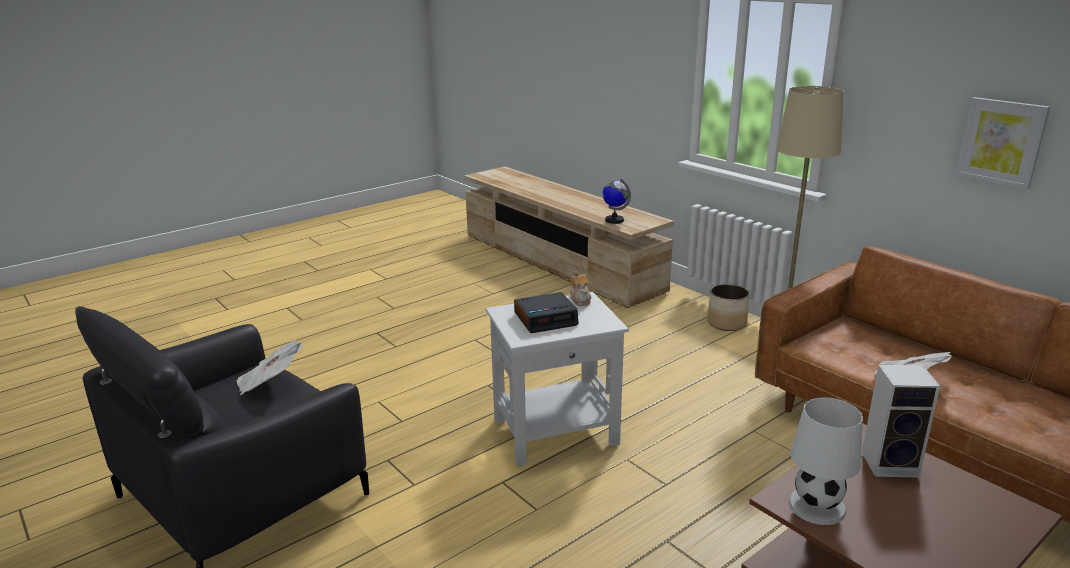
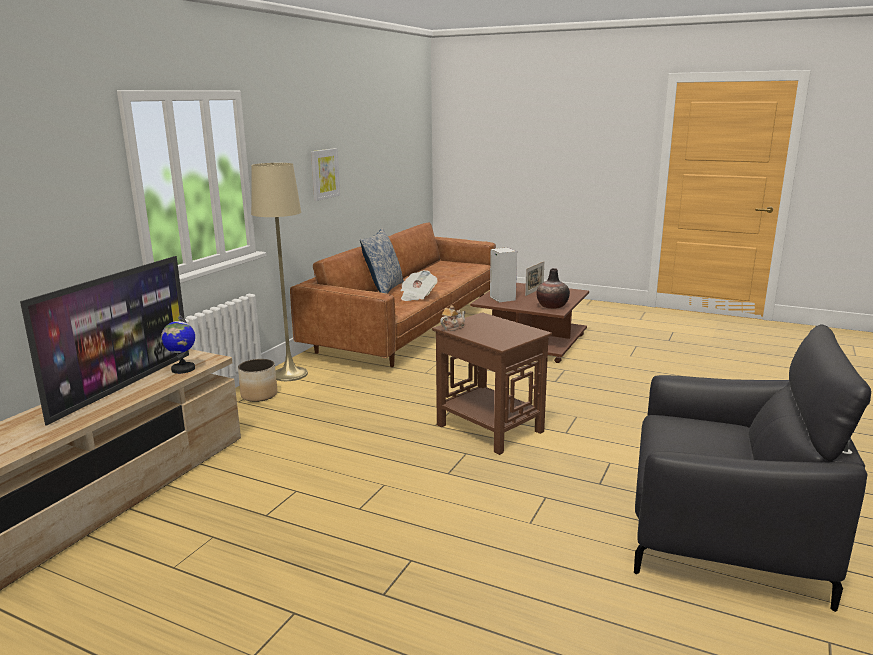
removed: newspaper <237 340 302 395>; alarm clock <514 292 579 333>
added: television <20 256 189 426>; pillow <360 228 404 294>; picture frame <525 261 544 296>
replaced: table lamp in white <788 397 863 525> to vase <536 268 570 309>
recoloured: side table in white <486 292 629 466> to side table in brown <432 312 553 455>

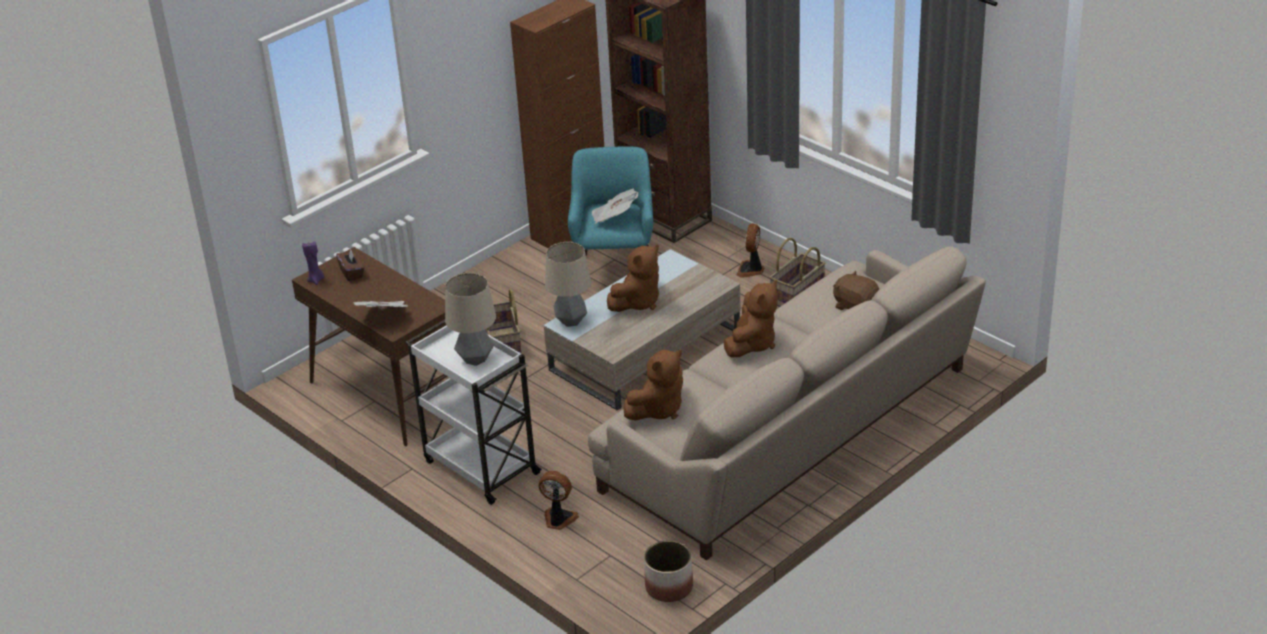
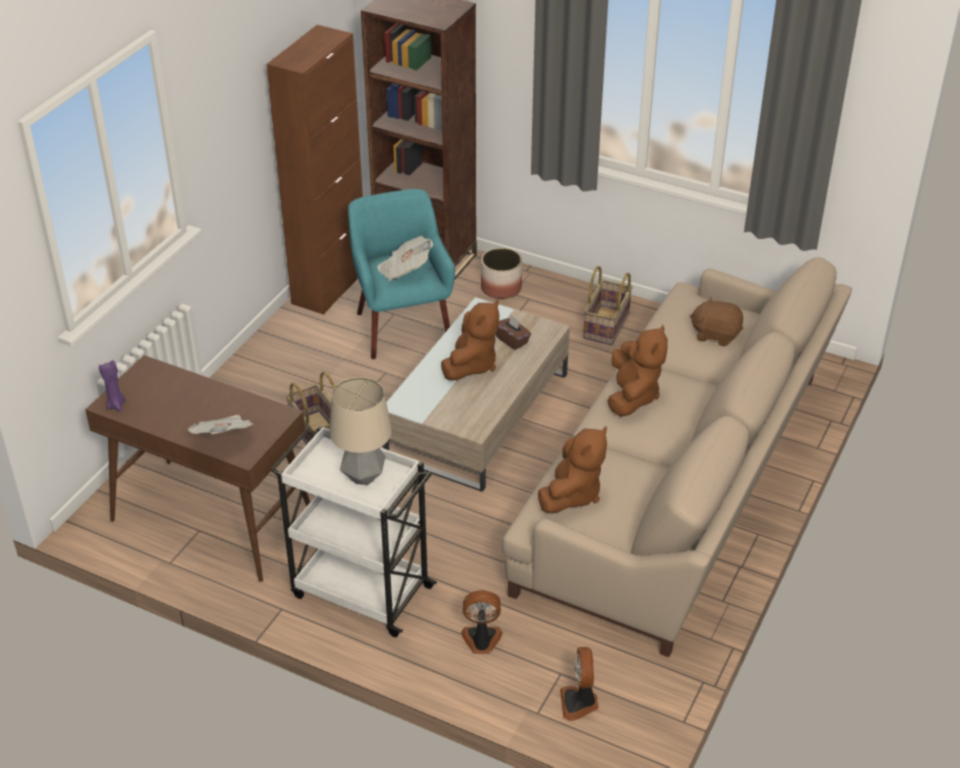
removed: table lamp <545 242 591 327>
moved: tissue box in brown <336 248 364 281> to <496 315 531 350>; planter <644 540 693 602> to <481 248 522 299>; fan <737 223 765 277> to <560 647 598 721>

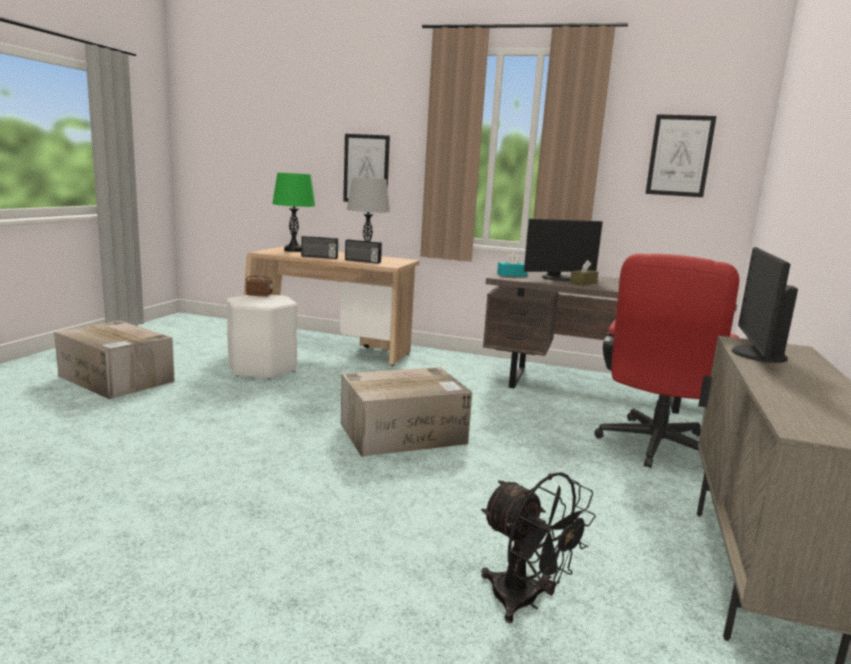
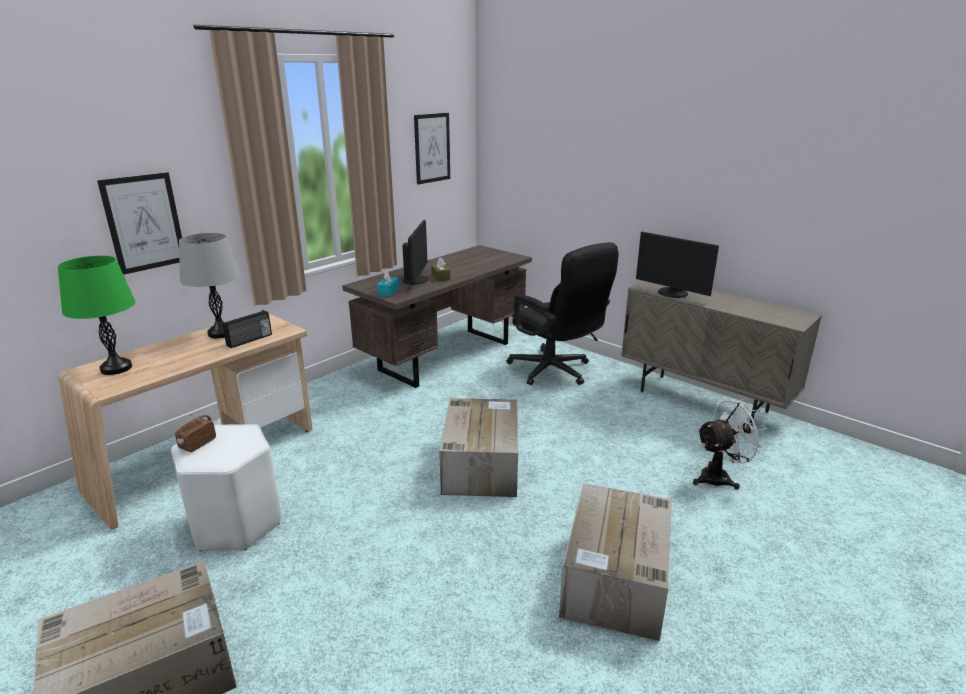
removed: radio <301 236 338 259>
added: cardboard box <559 483 672 641>
recoloured: fan in black <481 472 596 623> to fan in white <693 399 768 490>; office chair in red <594 253 739 468> to office chair in black <506 242 619 385>

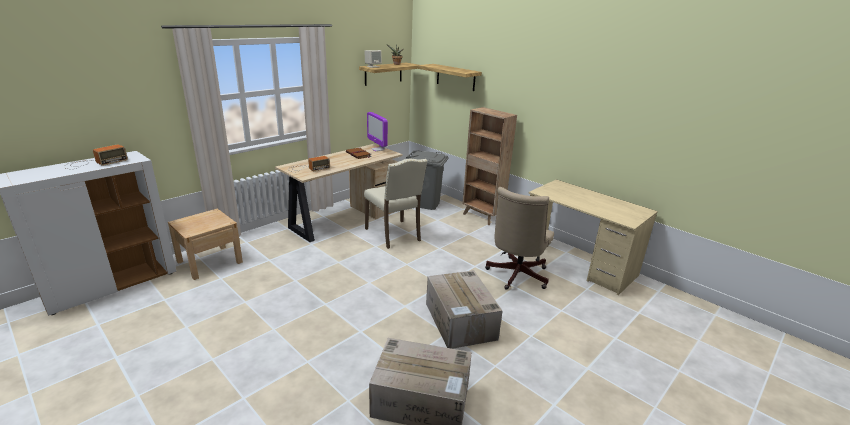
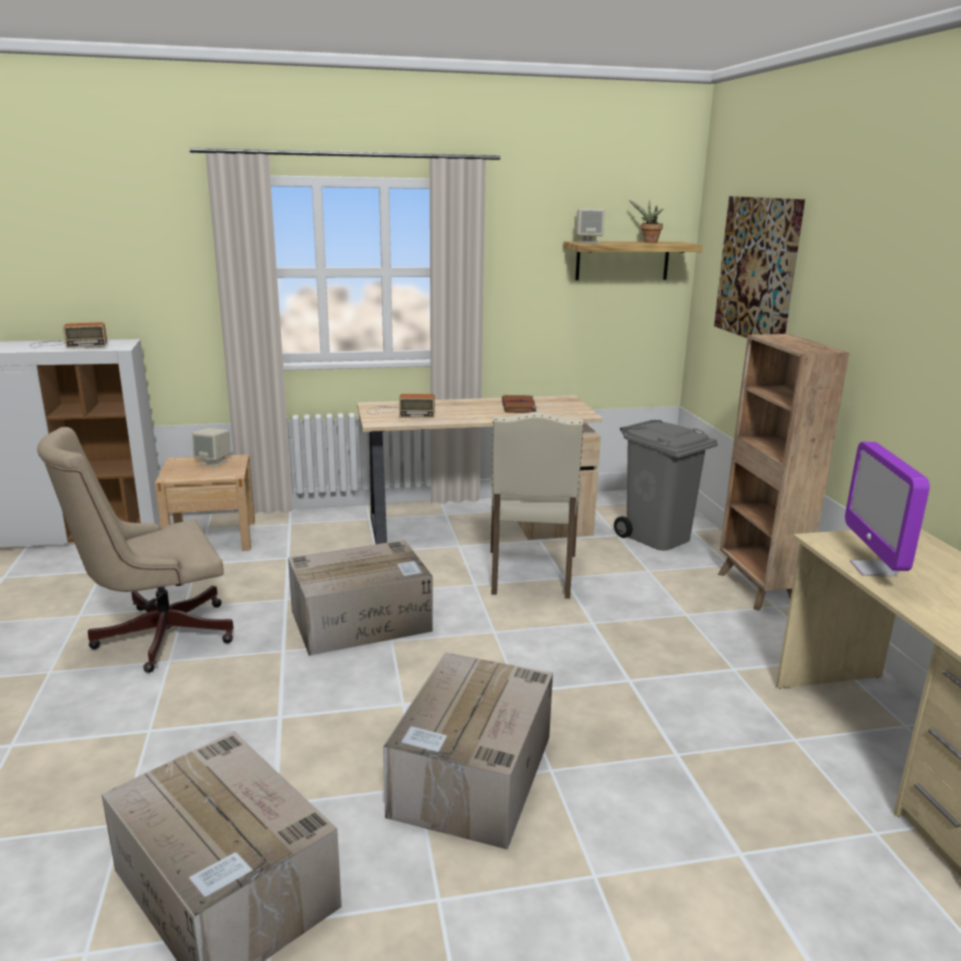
added: speaker in beige <192 428 230 466>; cardboard box <288 540 433 656>
moved: monitor <367 112 388 151> to <845 442 930 576>; office chair in beige <485 187 554 290> to <37 427 234 673>
replaced: shelf <417 64 482 91> to picture <714 196 805 338>

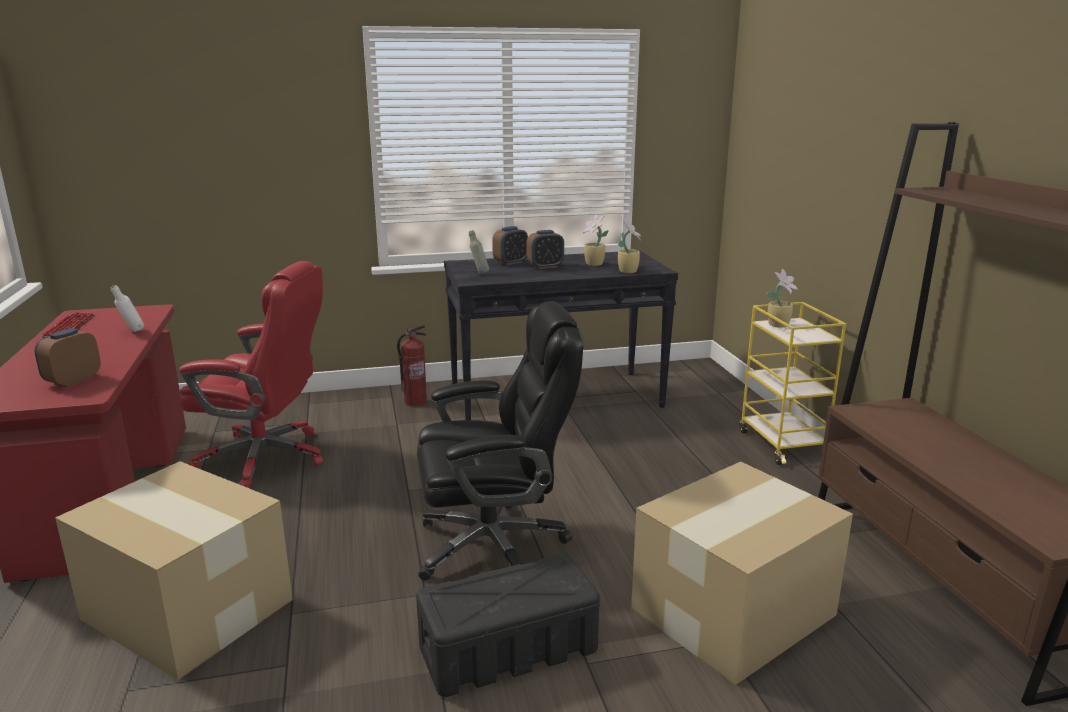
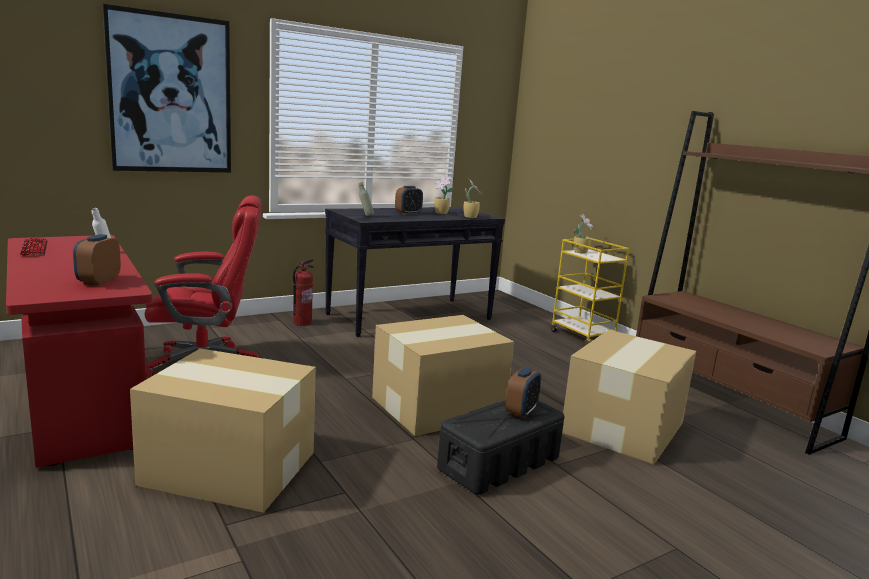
added: picture <103 4 231 172>
moved: alarm clock <492 226 528 265> to <506 367 541 418>
replaced: office chair in black <417 301 583 580> to cardboard box <372 315 514 436>

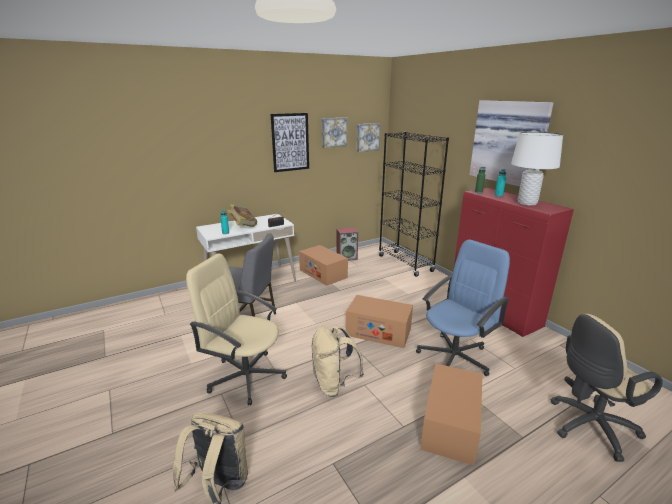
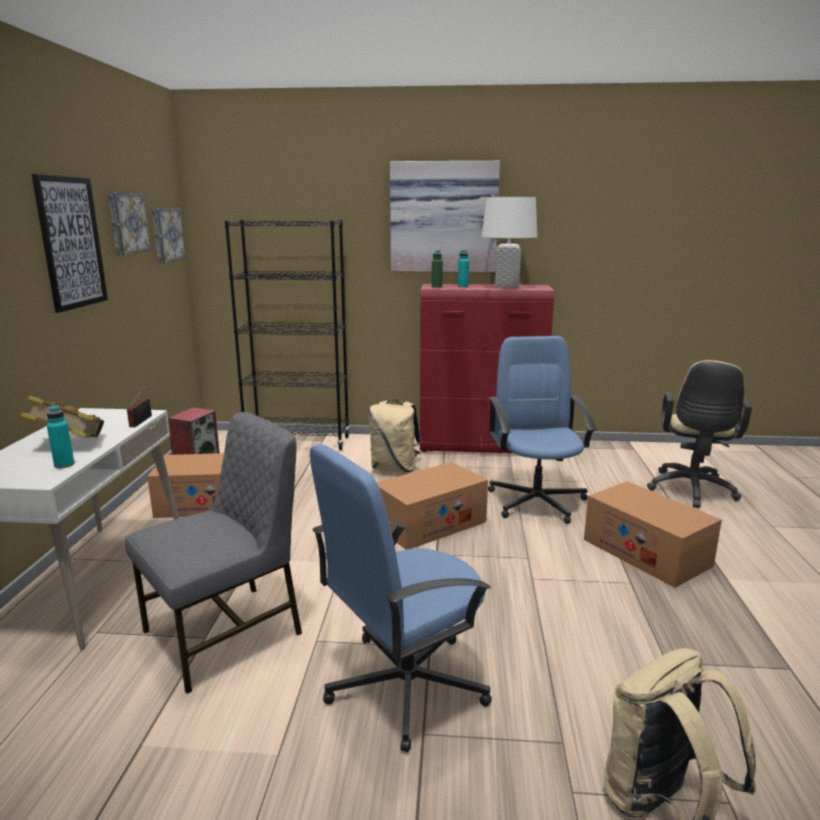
moved: backpack in beige <311 326 364 397> to <369 399 421 472>
recoloured: office chair in beige <186 254 287 405> to office chair in blue <310 444 492 753>

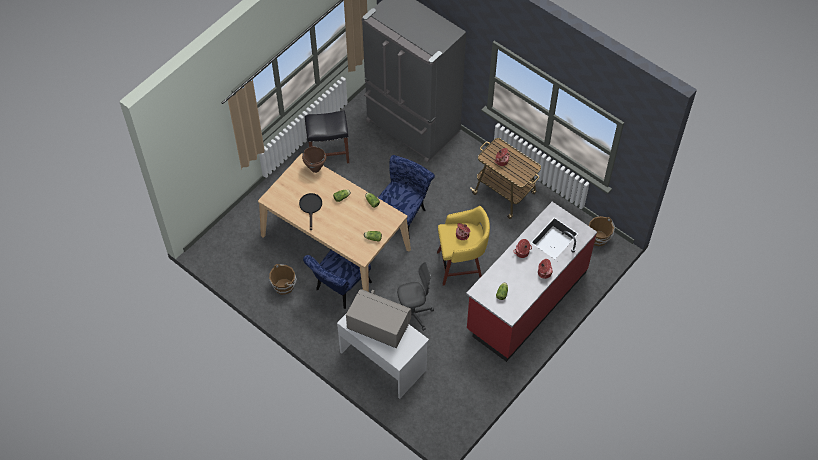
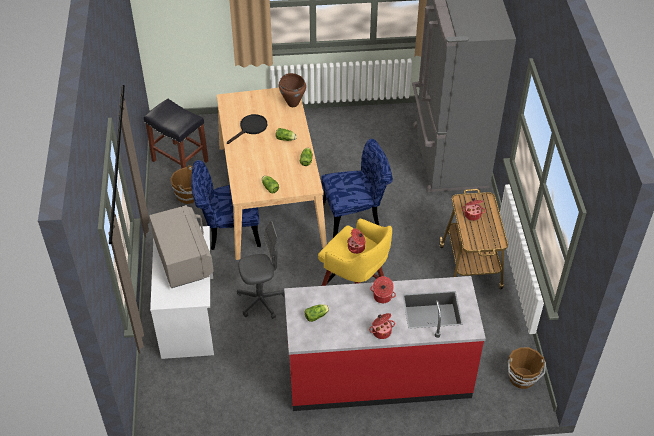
moved: stool in black <305 110 349 163> to <144 99 209 169>
turned: office chair in grey <397 262 434 331> = <237 221 285 319> 45 degrees counterclockwise

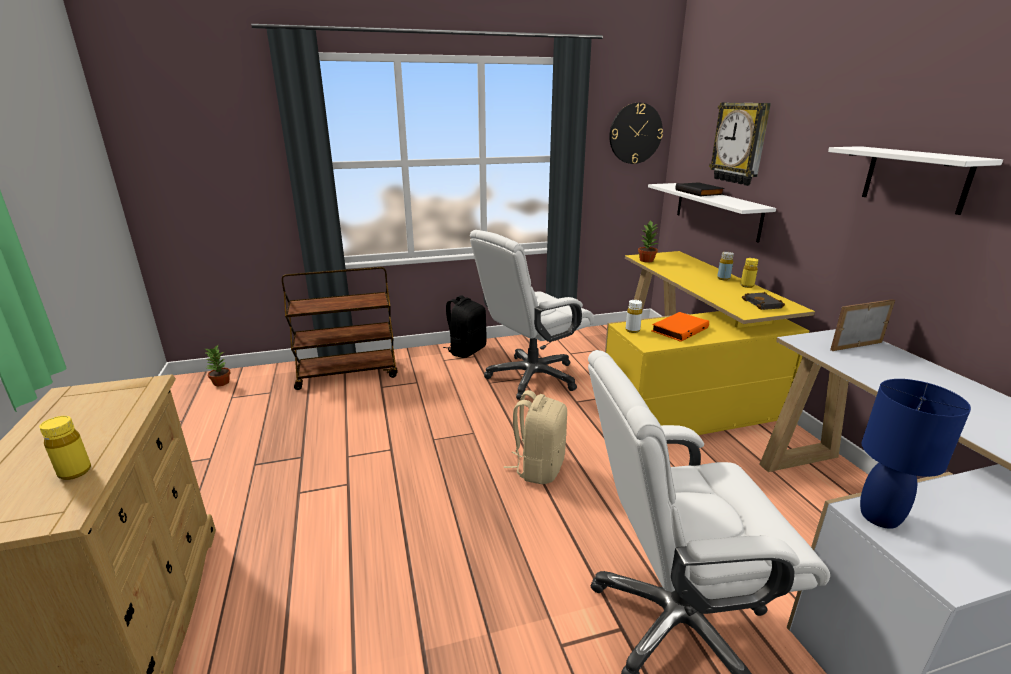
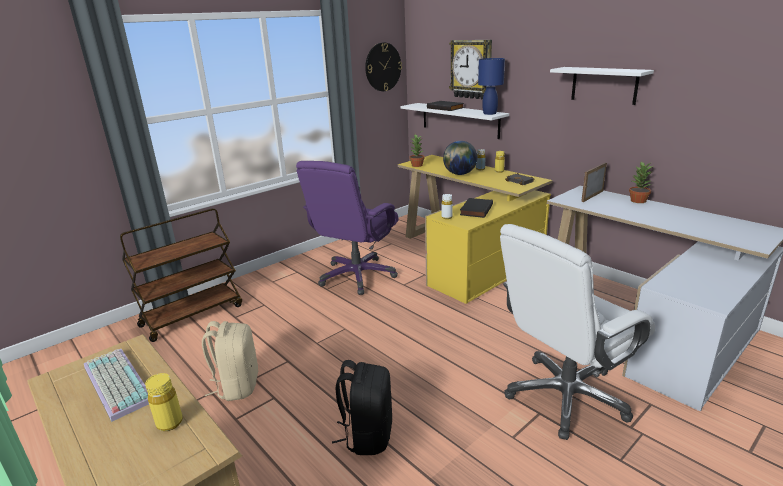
added: keyboard <84 349 149 422>; globe <443 141 477 175>
moved: potted plant <204 345 230 386> to <629 162 653 203>; backpack in black <443 295 487 358> to <332 360 392 455>; backpack in beige <504 390 567 484> to <202 321 258 401>; table lamp in blue <860 379 971 529> to <478 58 505 115>
recoloured: office chair in white <470 230 594 400> to office chair in purple <296 161 399 295>; book in orange <651 312 709 342> to book in black <460 198 493 218>

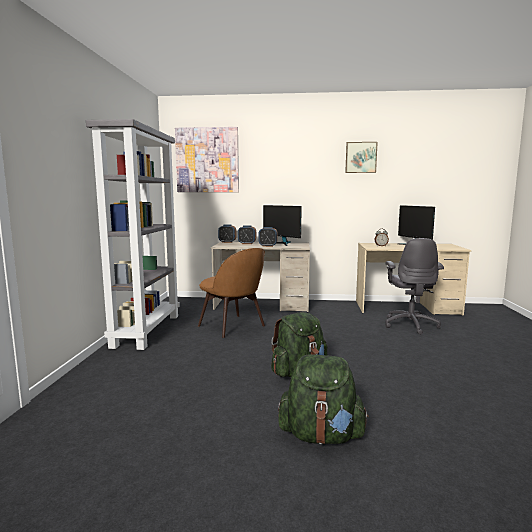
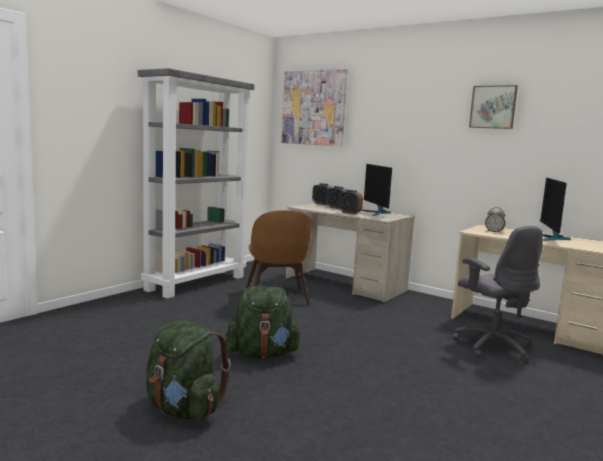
turned: office chair in grey <385 238 444 335> = <452 226 543 363> 60 degrees counterclockwise

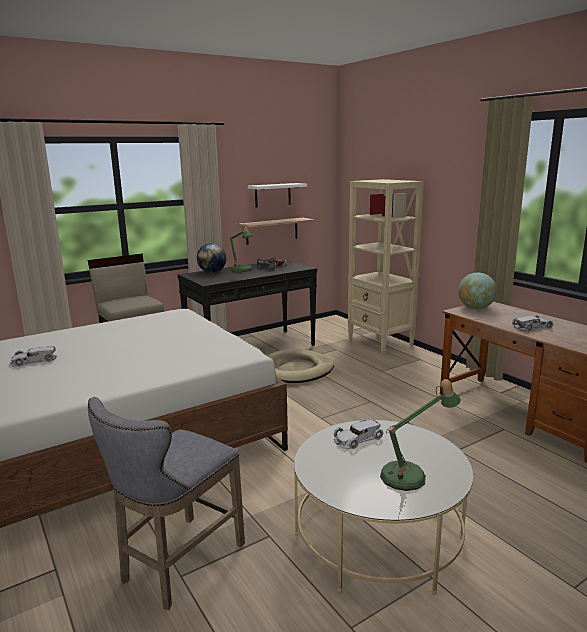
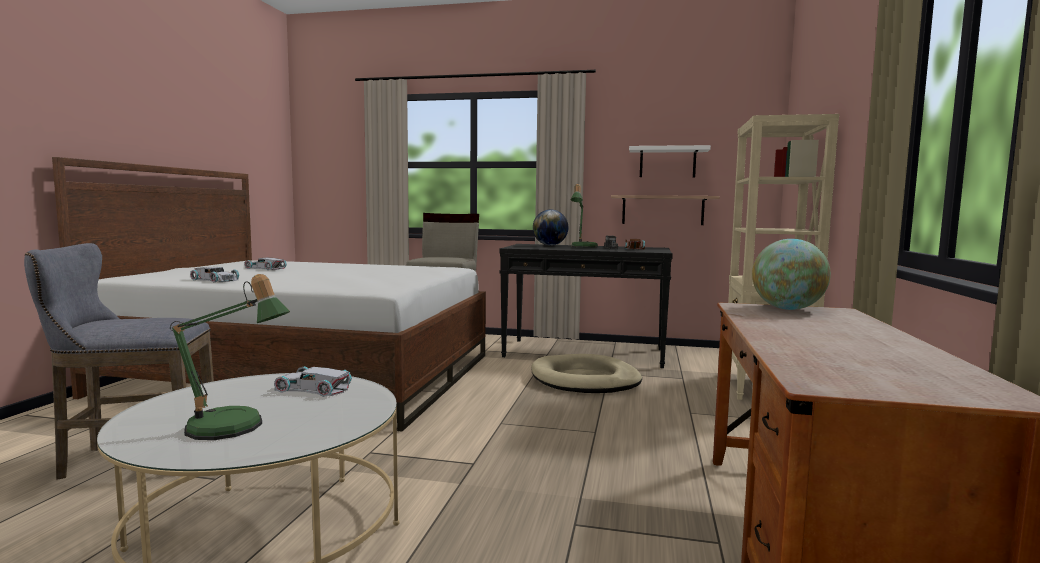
moved: toy car in white <512 315 553 332> to <190 267 239 283>

